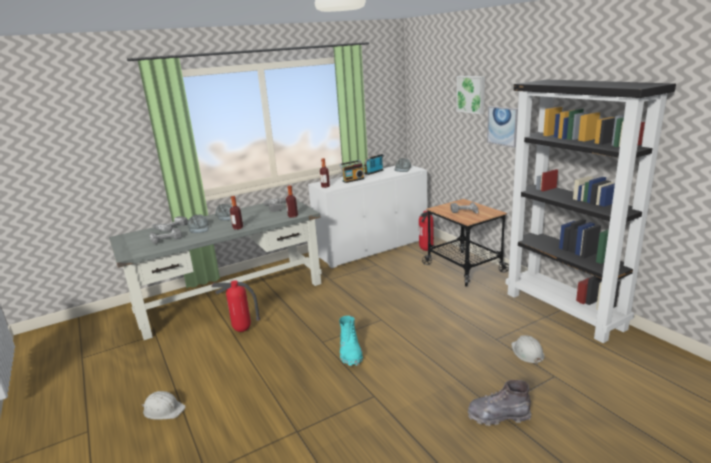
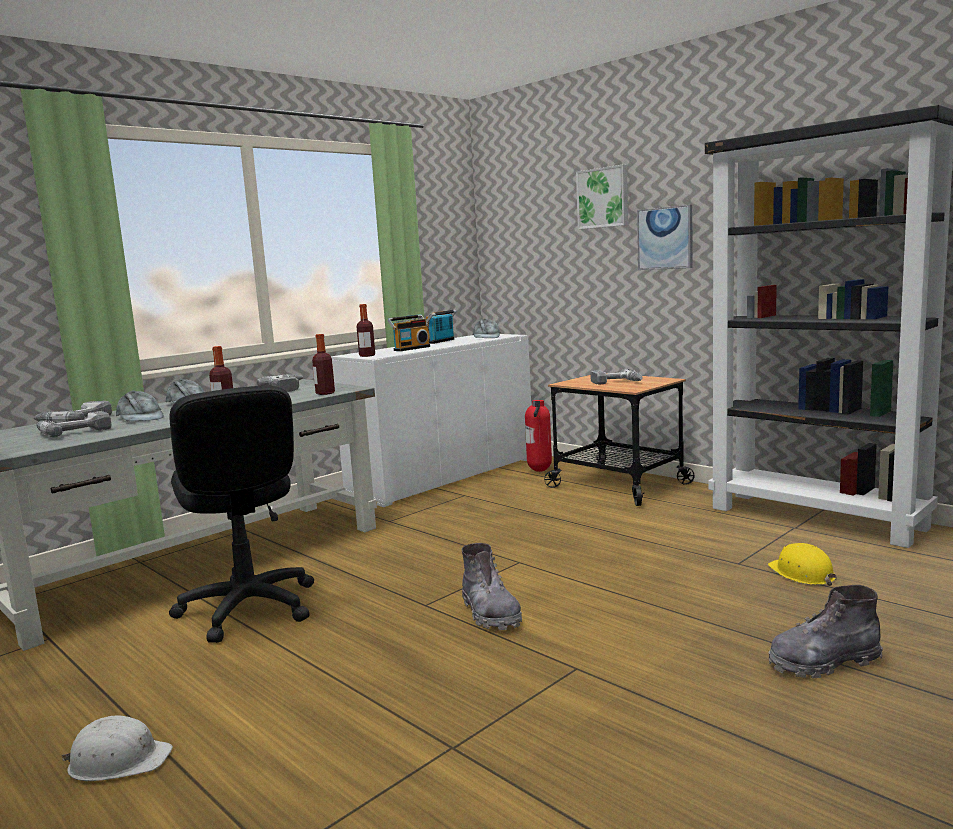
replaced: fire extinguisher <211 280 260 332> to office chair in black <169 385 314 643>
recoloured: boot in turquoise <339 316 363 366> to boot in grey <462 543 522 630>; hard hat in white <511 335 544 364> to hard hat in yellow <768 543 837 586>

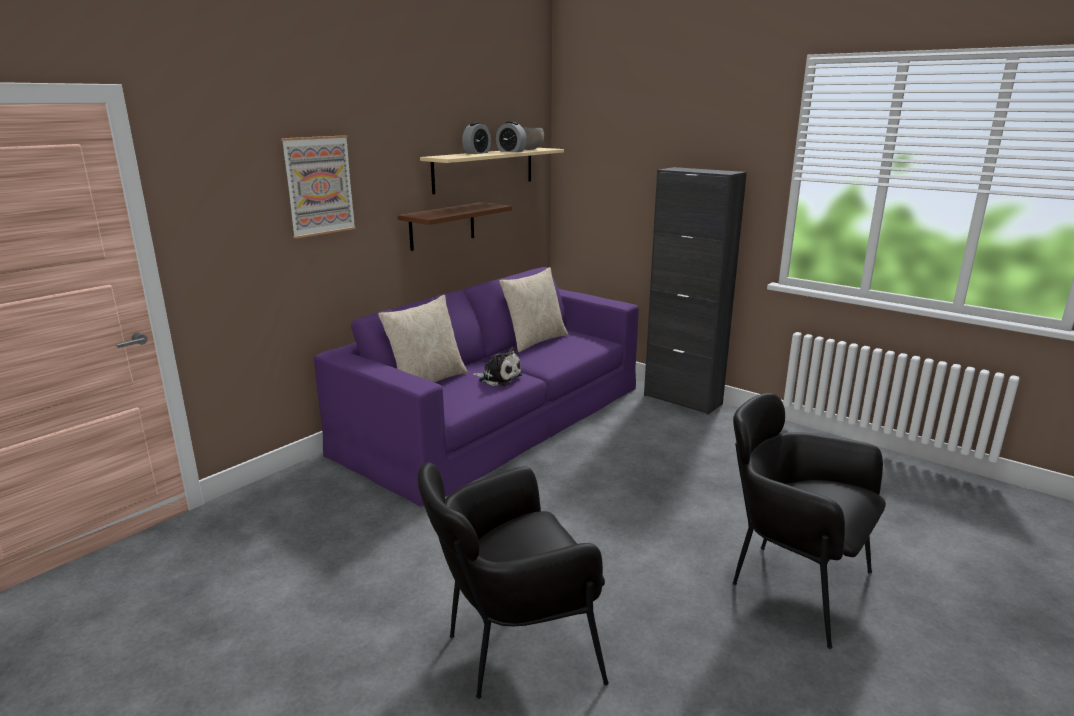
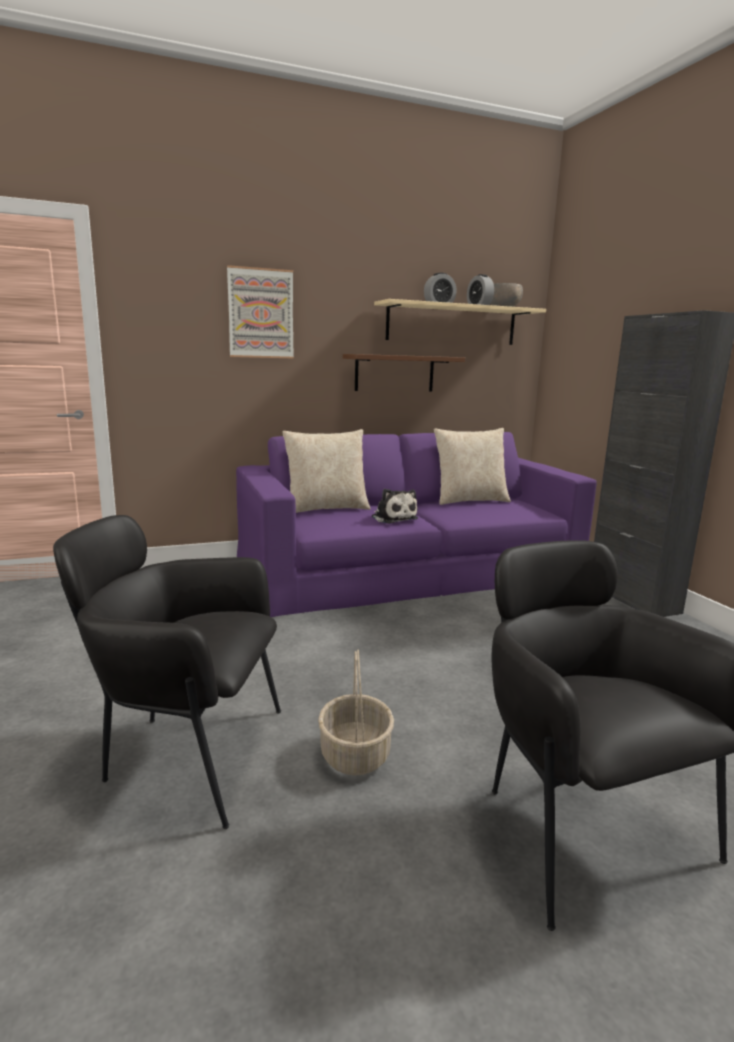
added: basket <318 650 394 776>

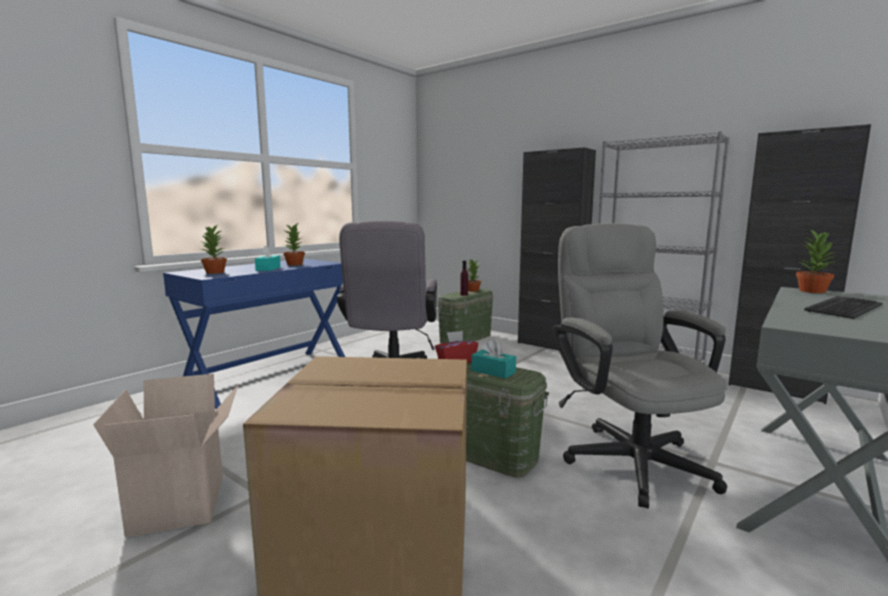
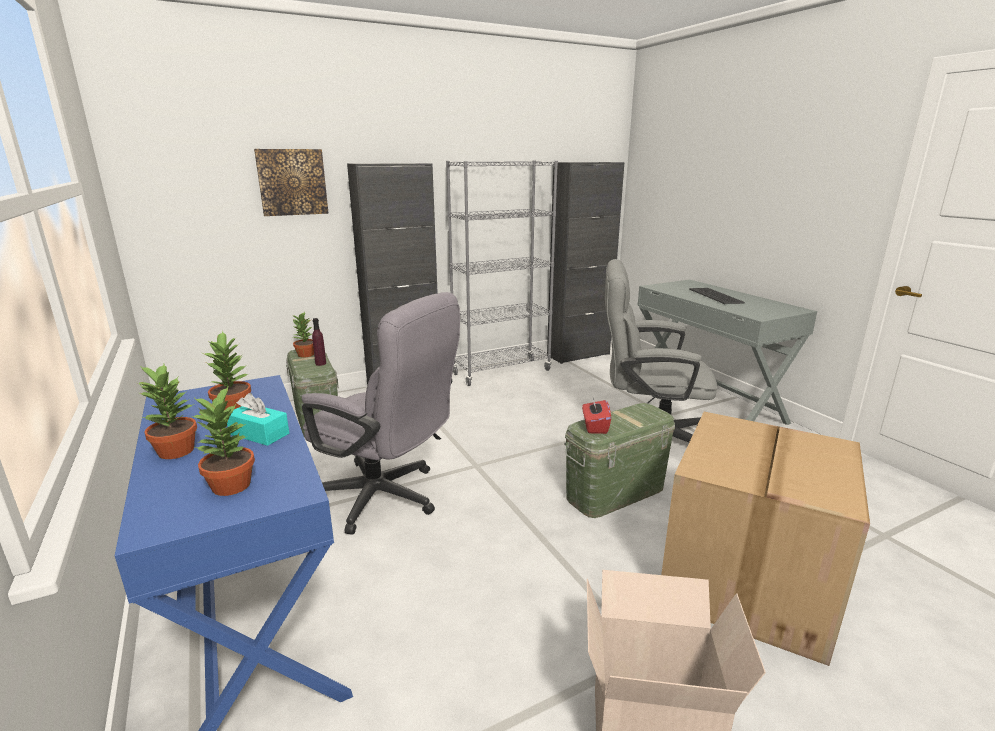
removed: tissue box in turquoise <472 339 516 379>
added: picture <254 149 329 216>
moved: potted plant <796 229 838 293> to <135 364 197 459>

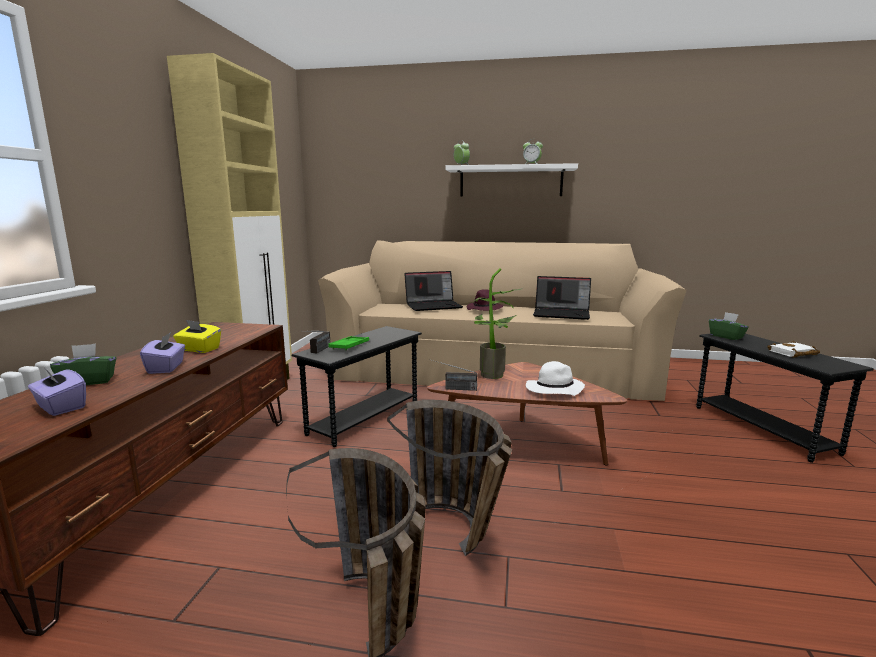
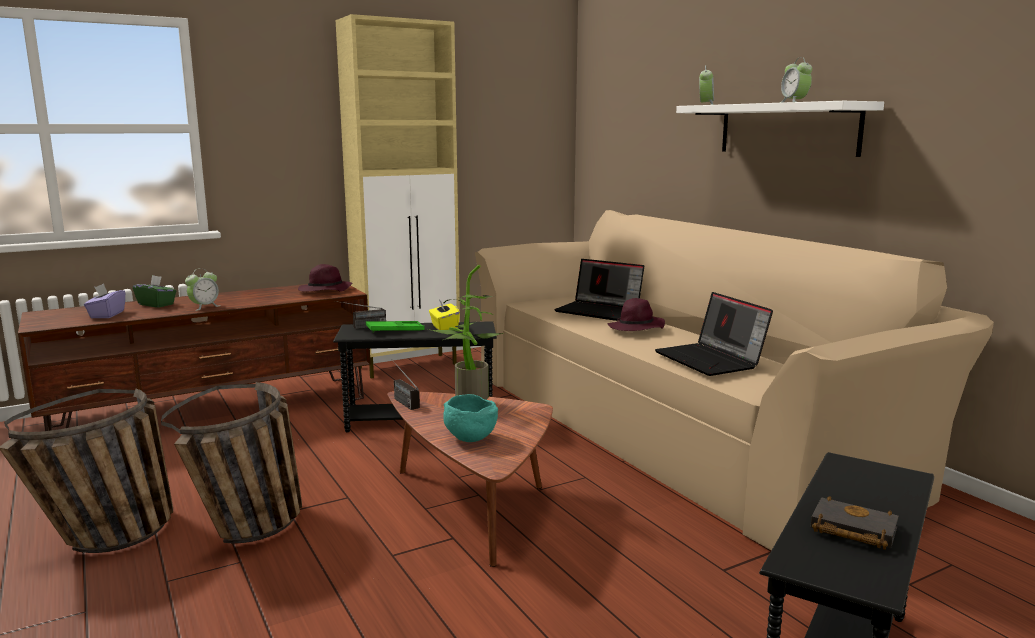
removed: tissue box in green <709 312 749 340>
added: hat in purple <298 264 352 292>
moved: tissue box in yellow <173 320 221 353> to <429 299 460 330>
replaced: tissue box in purple <140 332 185 374> to alarm clock <185 268 219 311>; hat in white <526 361 585 396> to bowl in turquoise <443 394 498 442>
recoloured: book in white <767 341 820 358> to book in black <811 496 899 550>

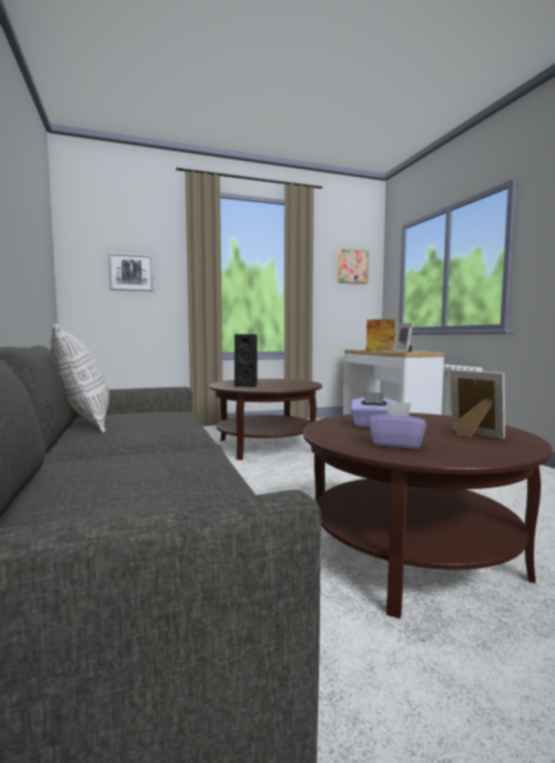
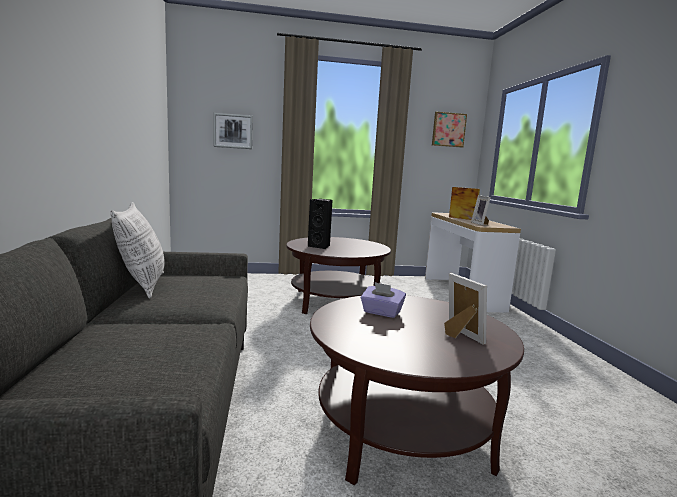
removed: tissue box in purple <368 401 426 449>

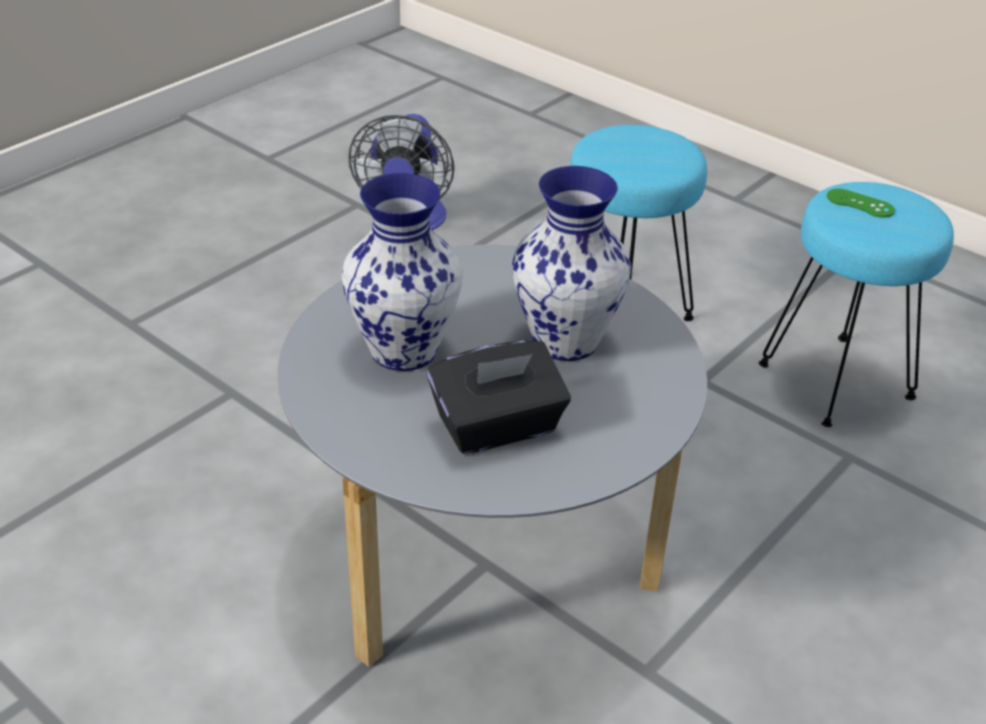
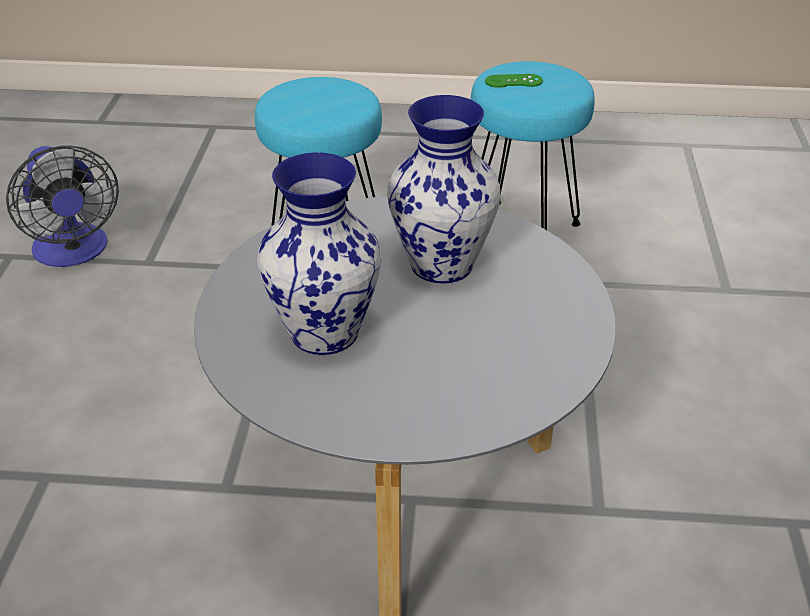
removed: tissue box in black <427 340 571 454>

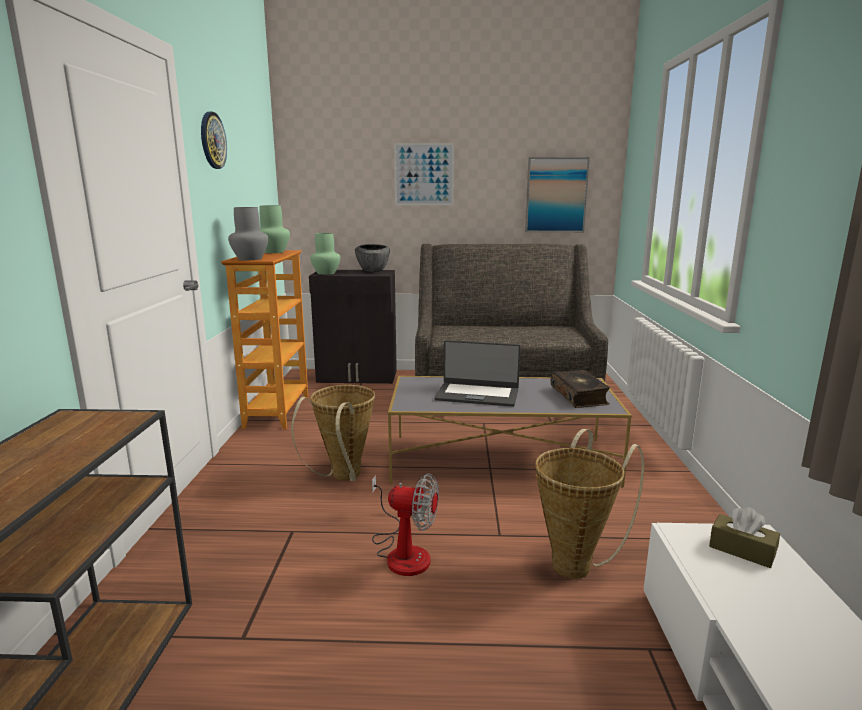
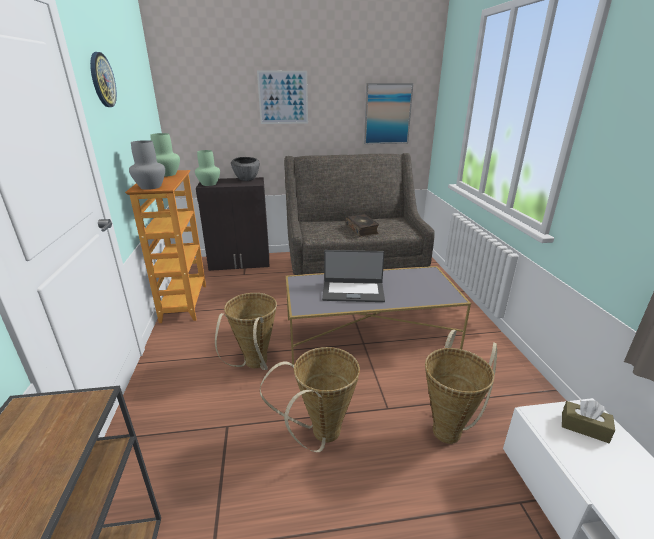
moved: book <550 370 610 408> to <345 214 379 237>
replaced: fan <372 473 439 576> to basket <260 347 360 452>

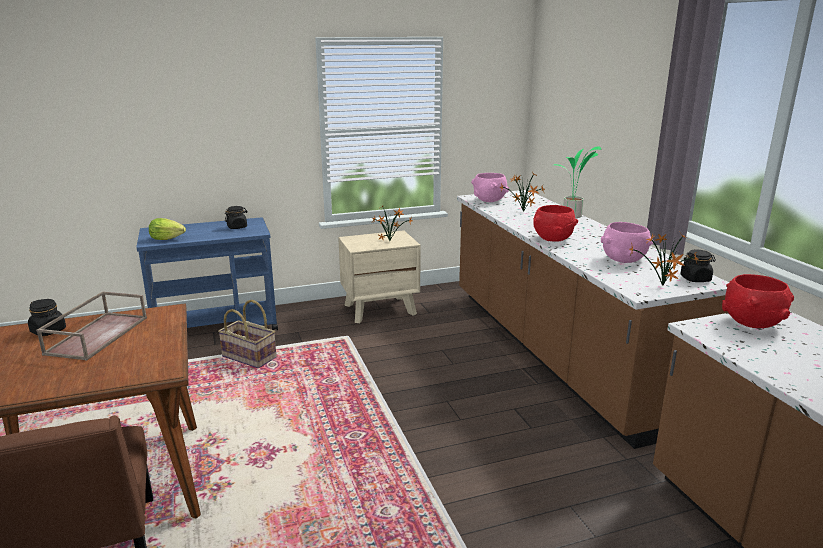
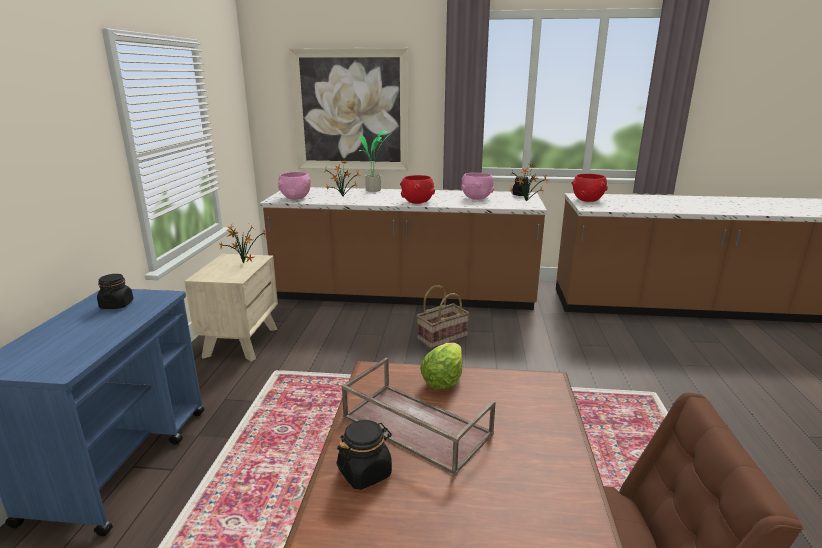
added: picture <289 48 409 171>
moved: lettuce <149 218 186 240> to <420 343 463 390>; basket <218 300 277 368> to <416 285 469 349>

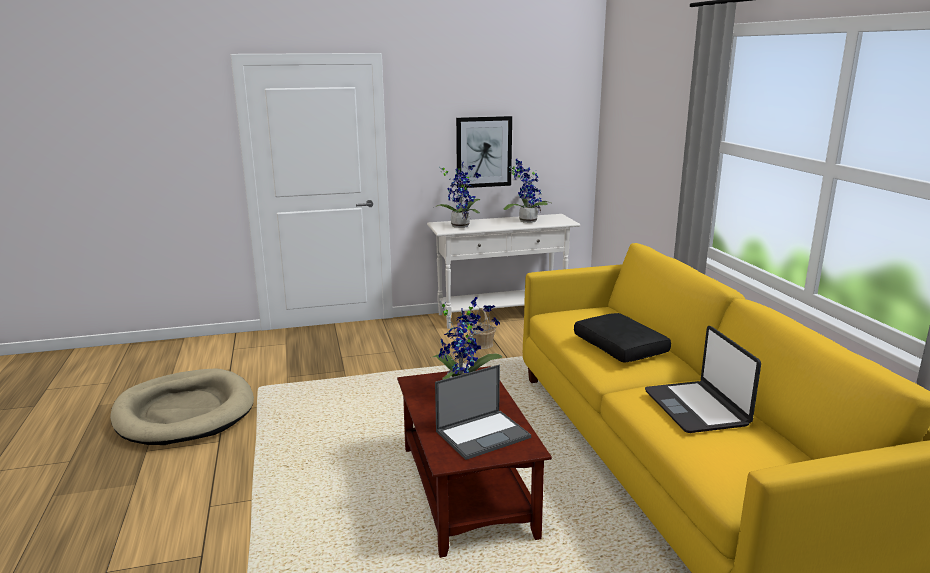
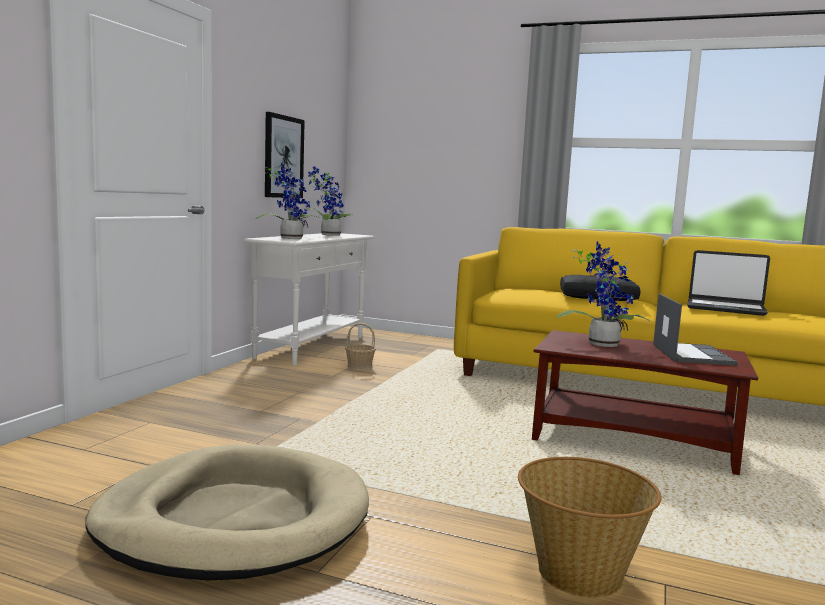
added: basket <518 457 661 598>

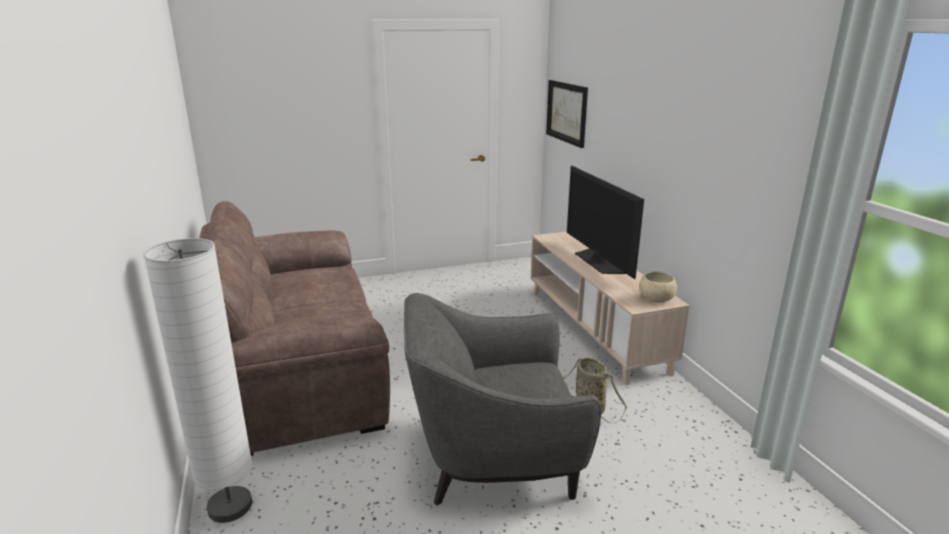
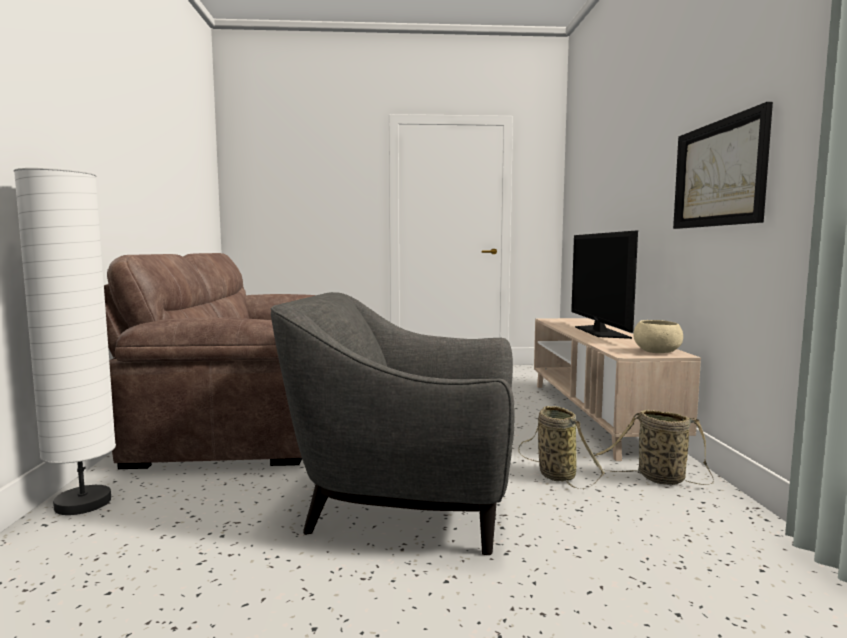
added: basket <593 410 714 485>
moved: picture <546 80 588 148> to <673 102 773 229>

